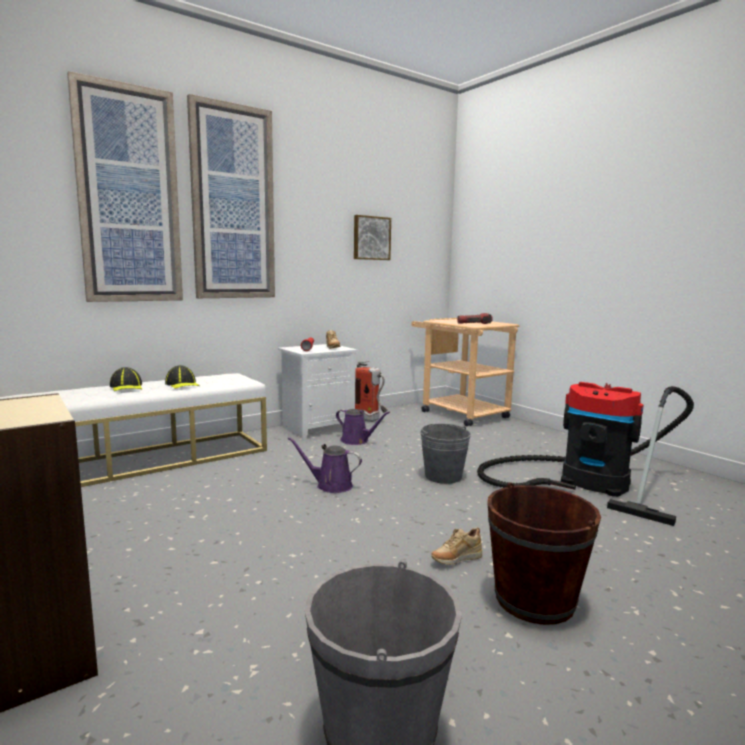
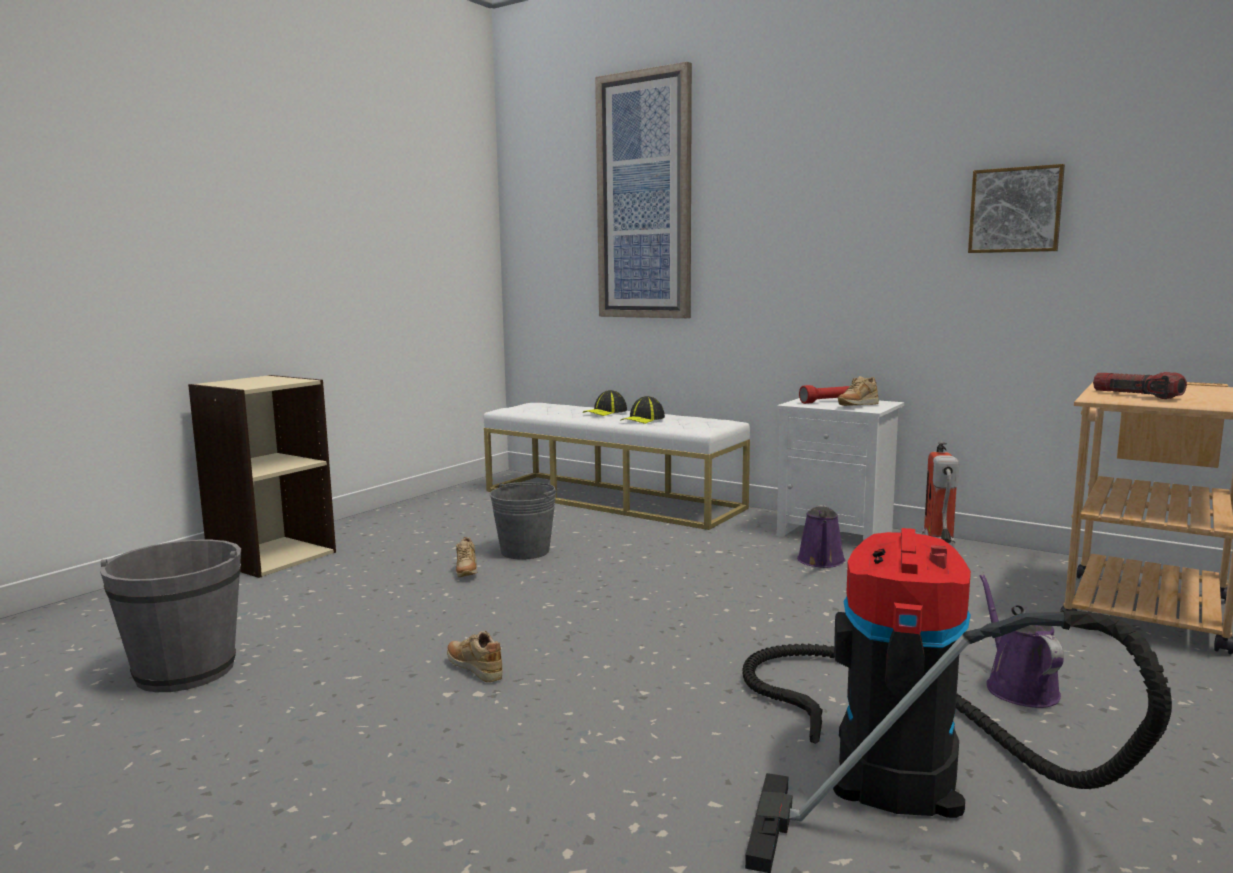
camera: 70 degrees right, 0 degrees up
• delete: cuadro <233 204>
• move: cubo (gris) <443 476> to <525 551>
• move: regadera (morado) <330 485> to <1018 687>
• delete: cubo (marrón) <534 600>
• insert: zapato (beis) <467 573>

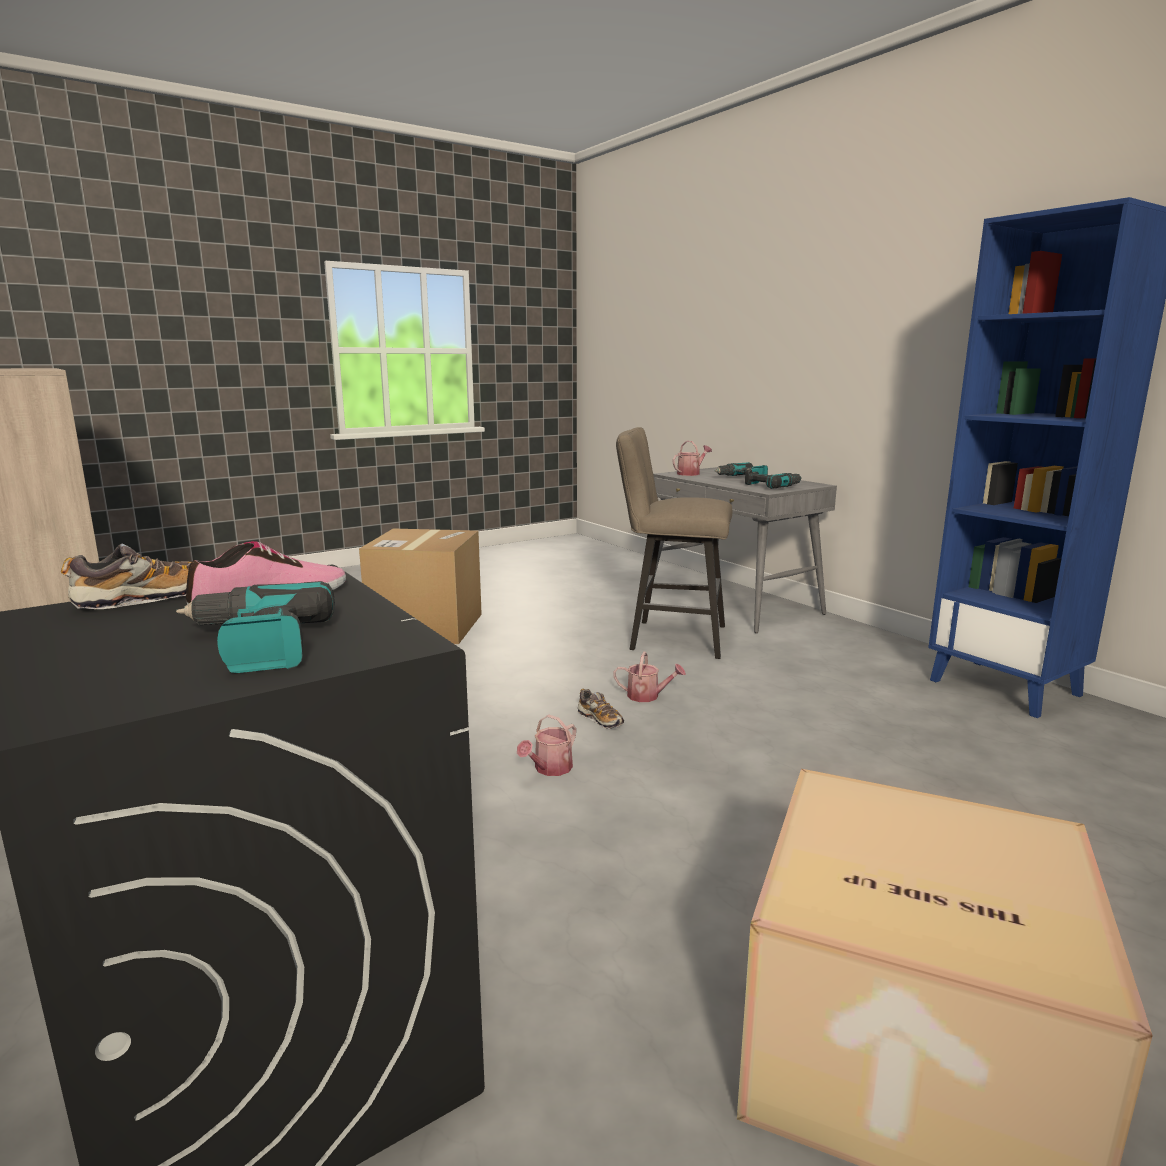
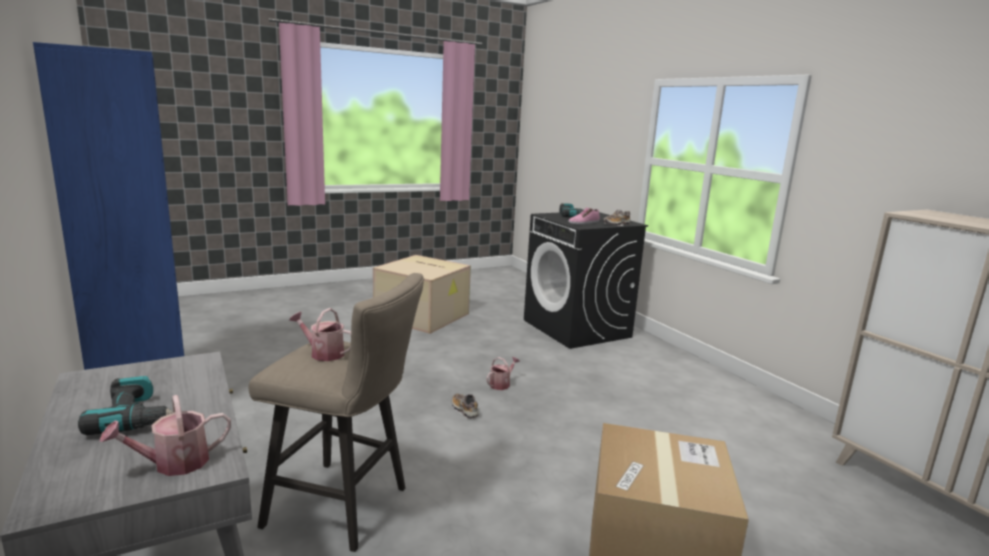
camera: 175 degrees left, 0 degrees up
• delete: taladro <771 486>
• move: regadera <648 696> to <323 353>

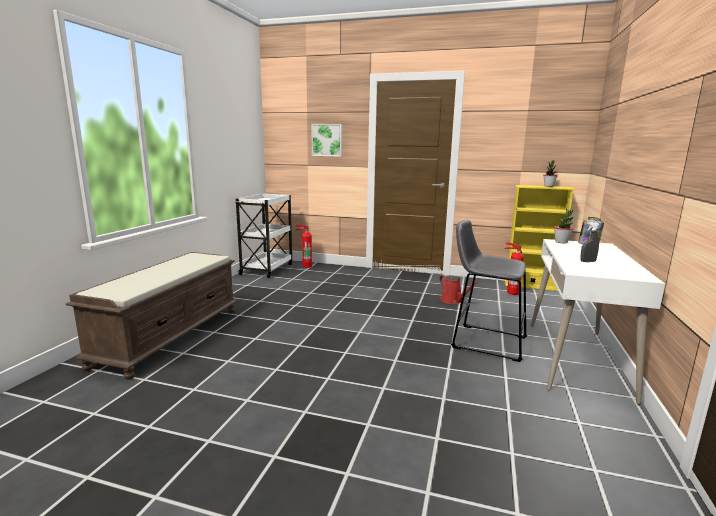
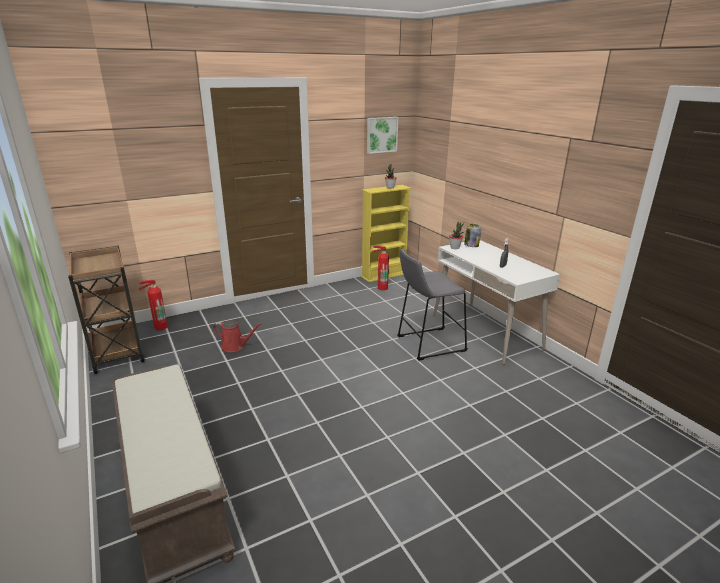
camera: 45 degrees left, 10 degrees up
• move: cuadro <327 140> to <381 134>
• recolor: carrito (blanco) <267 269> to carrito (marrón) <117 350>
• move: regadera (rojo) <453 301> to <235 346>

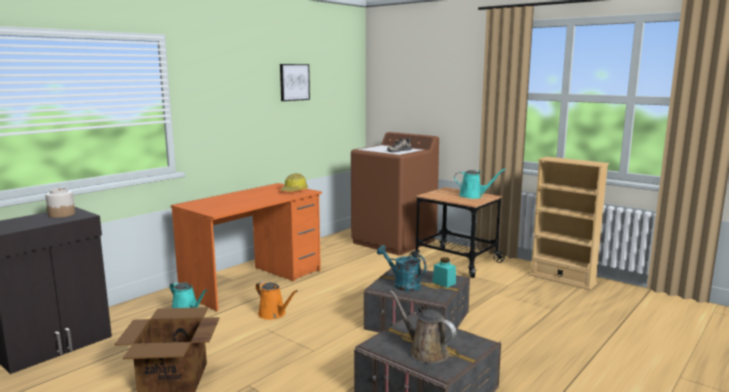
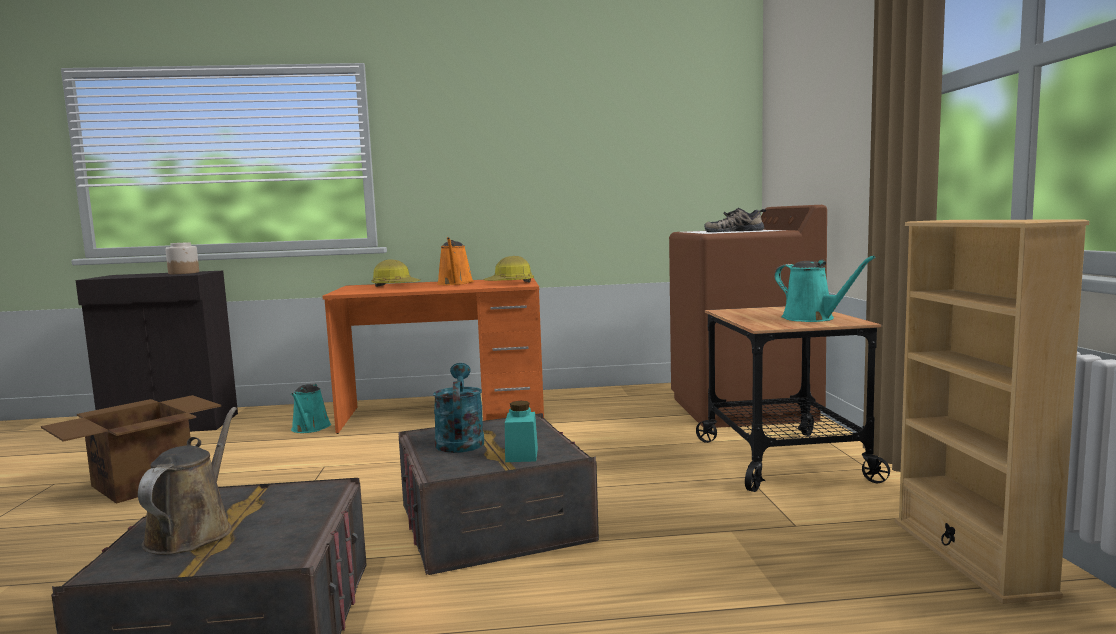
camera: 45 degrees right, 5 degrees down
• delete: cuadro <294 82>
• move: regadera (naranja) <274 314> to <455 283>
• insert: casco <395 286>

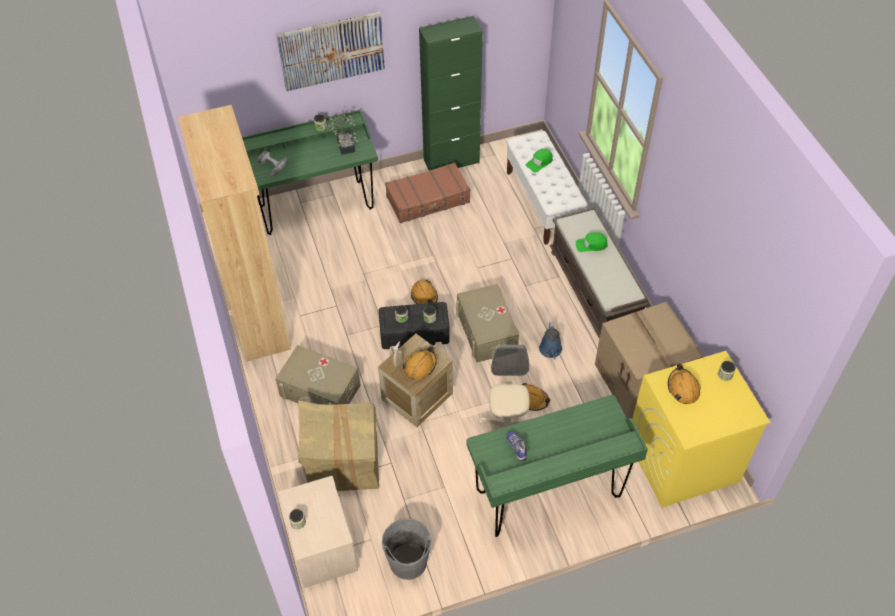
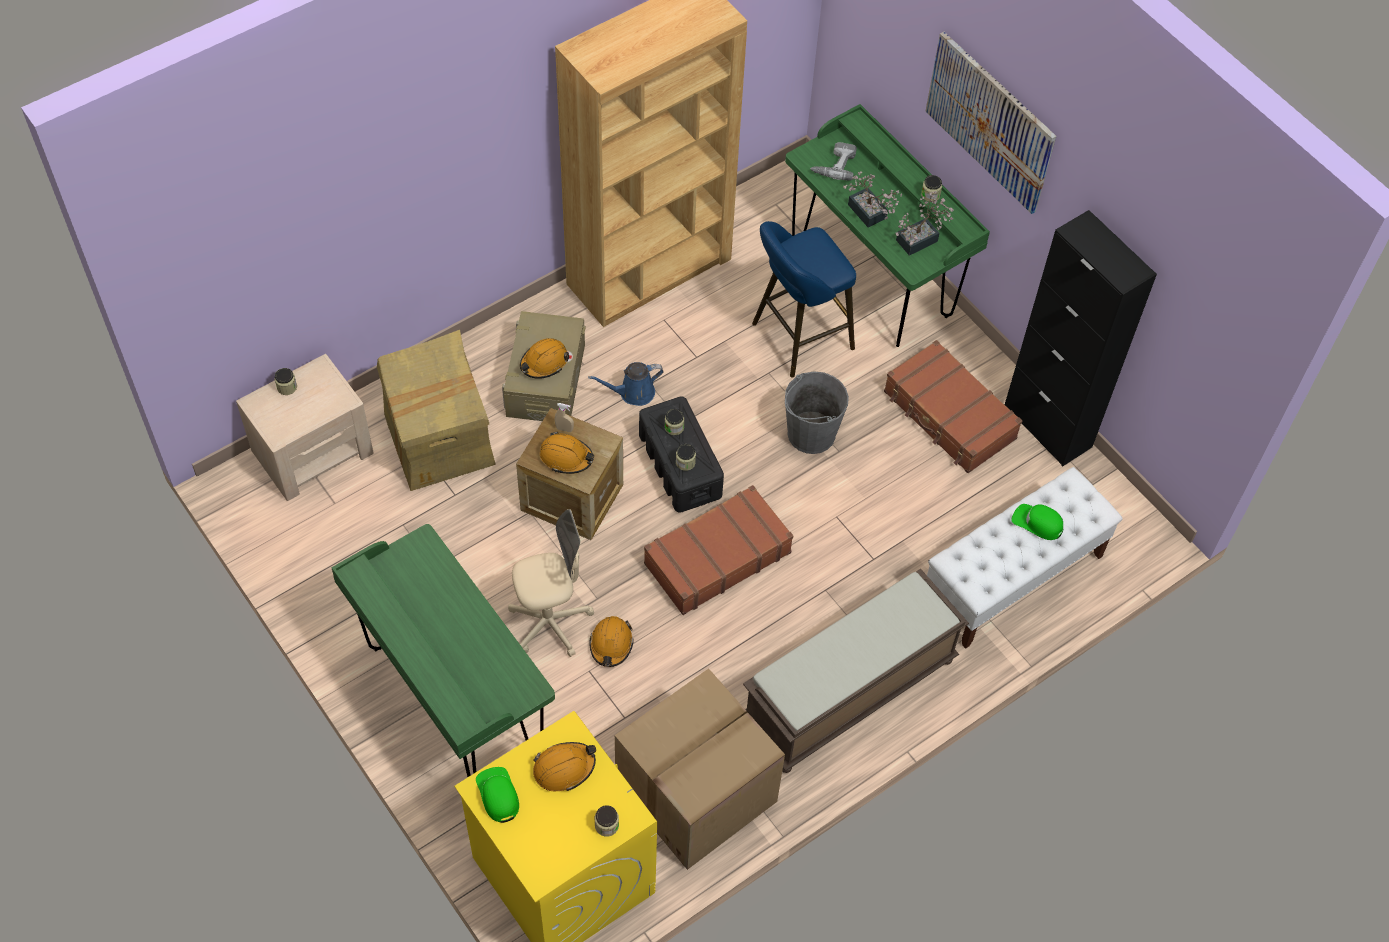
camera: 70 degrees right, 5 degrees up
• recolor: armario (verde) <451 161> to armario (negro) <1047 426>
• move: gorra (verde) <591 245> to <498 795>
• move: casco (naranja) <424 296> to <544 362>
• replace: caja de almacenaje (beis) <486 331> to maleta (marrón) <716 557>
• move: regadera (azul) <550 350> to <633 393>
• delete: zapato <517 447>
• move: cubo (gris) <408 562> to <811 433>
• insert: planta en maceta <869 215>
• insert: taburete (azul) <797 338>

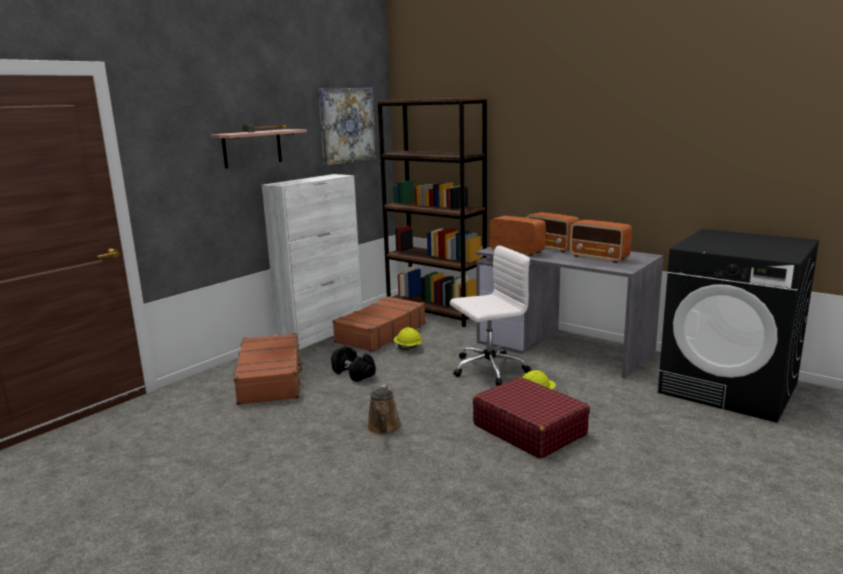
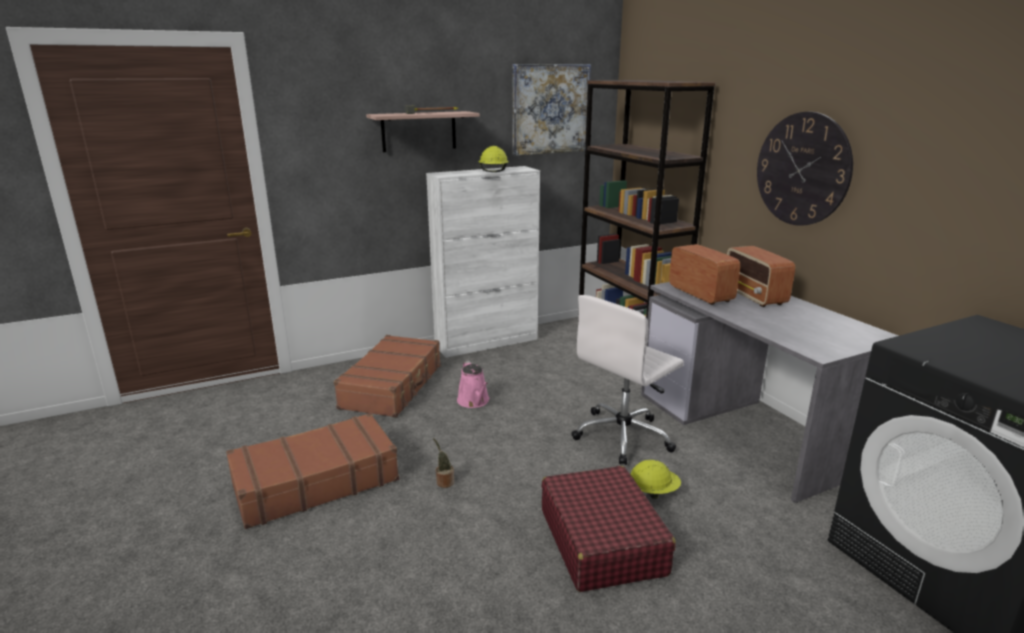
camera: 25 degrees right, 5 degrees up
• delete: radio <599 257>
• rotate: silla de oficina (blanco) <488 369> = <623 436> 135 degrees clockwise
• move: maleta (marrón) <380 333> to <315 481>
• move: casco (amarillo) <407 348> to <493 171>
• replace: mancuerna (negro) <354 374> to regadera (rosa) <474 401>
• replace: regadera (marrón) <383 428> to planta en maceta <444 482>
• insert: reloj de pared <802 169>

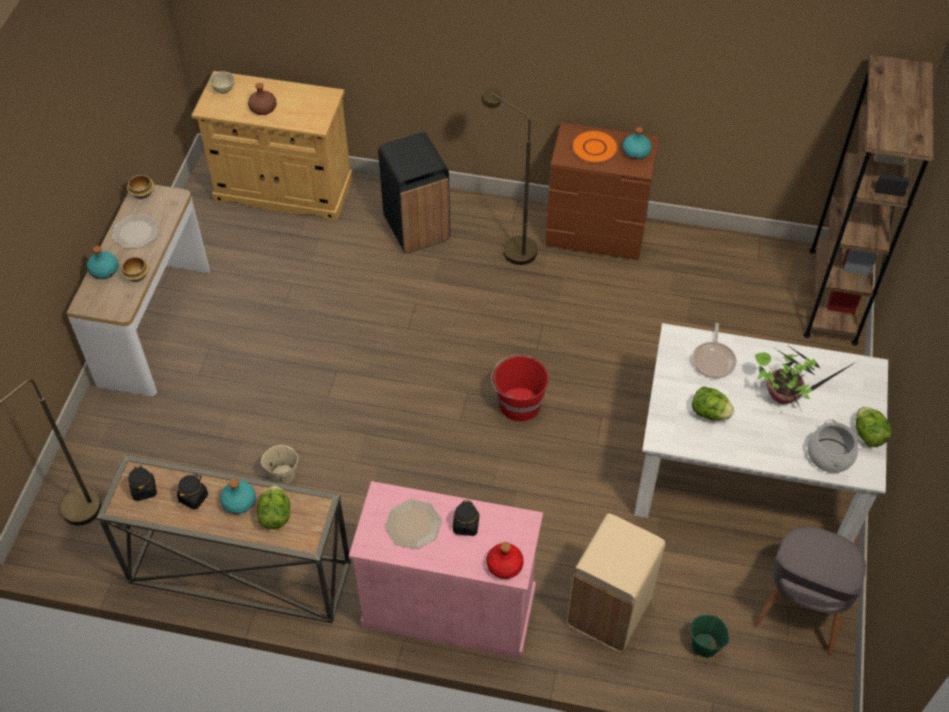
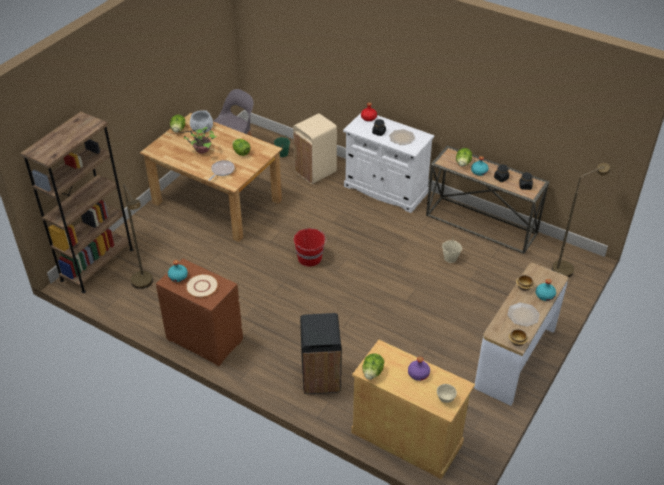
camera: 160 degrees left, 10 degrees down
• recolor: botella (marrón) <263 108> to botella (morado) <418 373>
• move: lámpara de pie (marrón) <511 248> to <144 284>
• recolor: plato (naranja) <594 147> to plato (beis) <202 286>
• recolor: mesa de comedor (blanco) <747 473> to mesa de comedor (marrón) <216 201>
• recolor: armario (rosa) <449 607> to armario (blanco) <385 189>
• insert: lechuga <372 372>

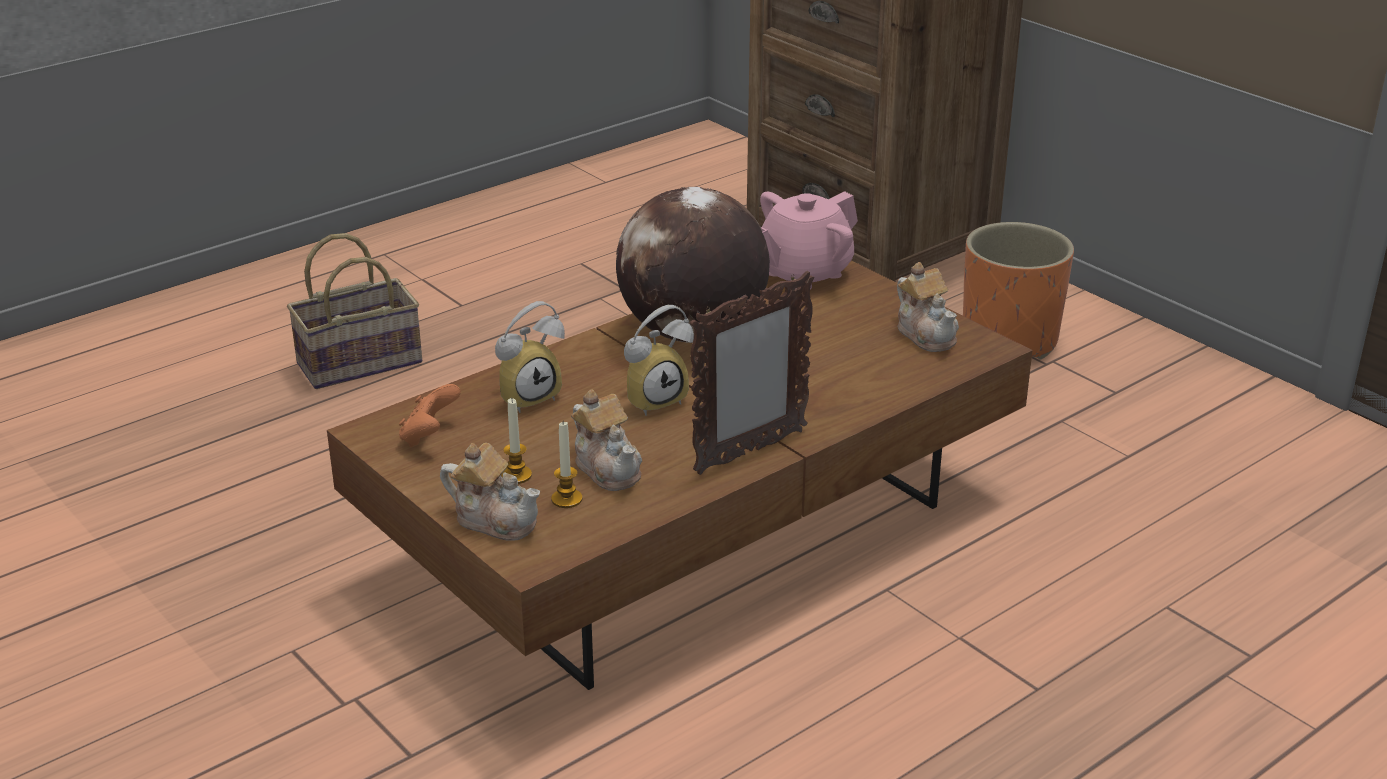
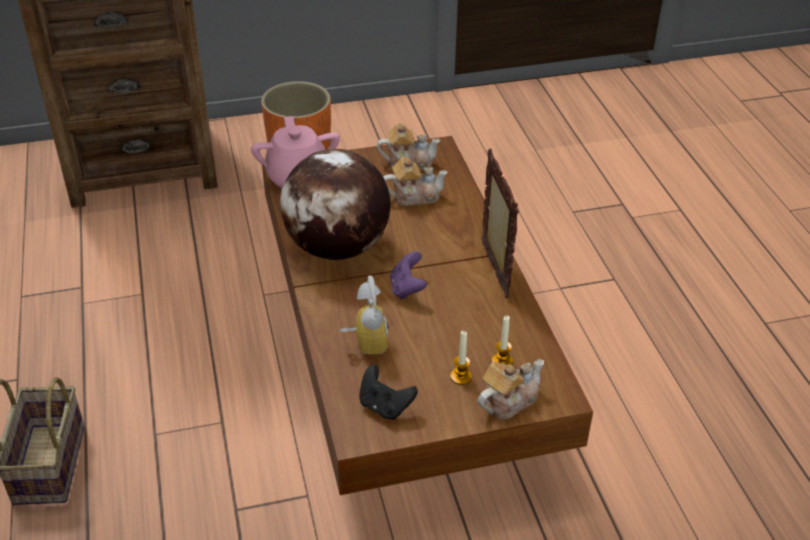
camera: 65 degrees left, 10 degrees up
• replace: despertador <654 399> to mando de consola (morado) <407 289>
• recolor: mando de consola (naranja) <429 436> to mando de consola (negro) <385 406>
• move: tetera <608 468> to <414 196>

